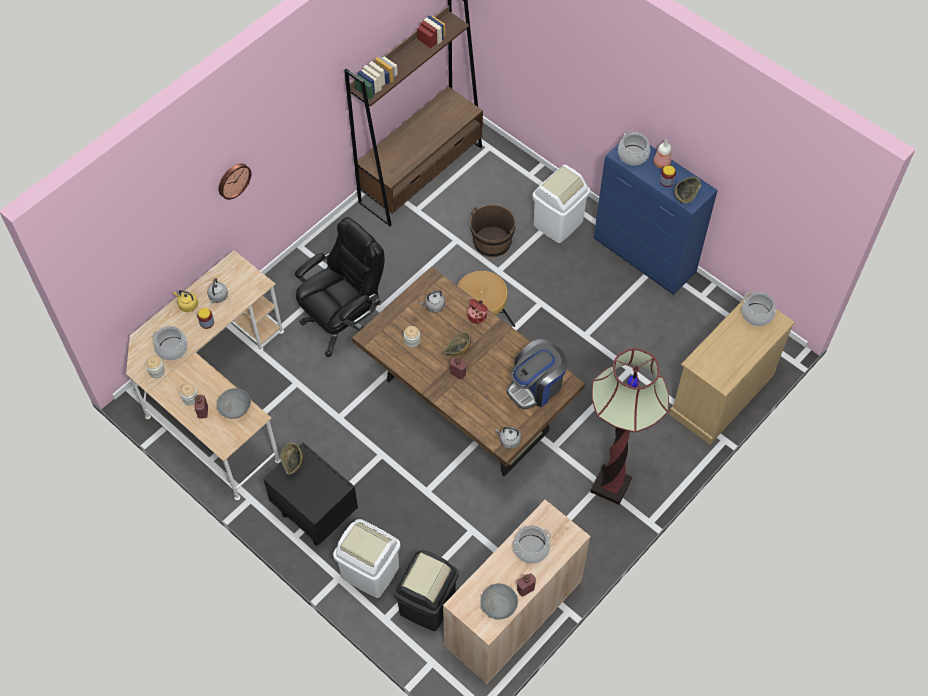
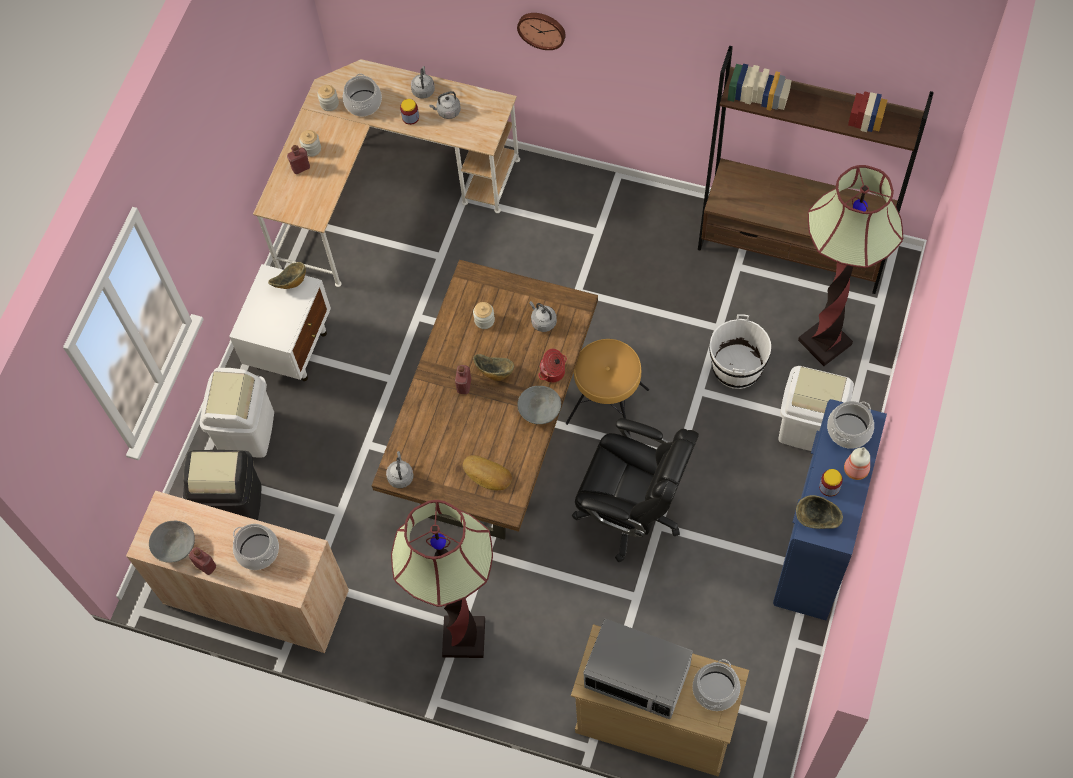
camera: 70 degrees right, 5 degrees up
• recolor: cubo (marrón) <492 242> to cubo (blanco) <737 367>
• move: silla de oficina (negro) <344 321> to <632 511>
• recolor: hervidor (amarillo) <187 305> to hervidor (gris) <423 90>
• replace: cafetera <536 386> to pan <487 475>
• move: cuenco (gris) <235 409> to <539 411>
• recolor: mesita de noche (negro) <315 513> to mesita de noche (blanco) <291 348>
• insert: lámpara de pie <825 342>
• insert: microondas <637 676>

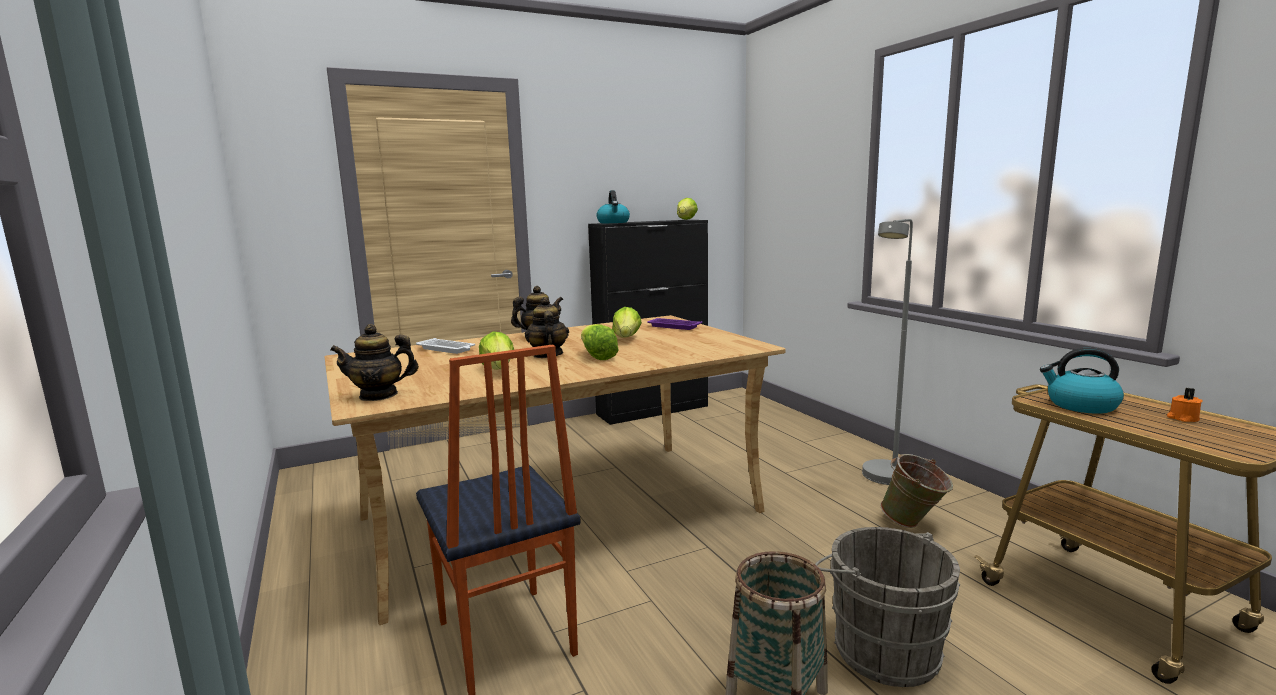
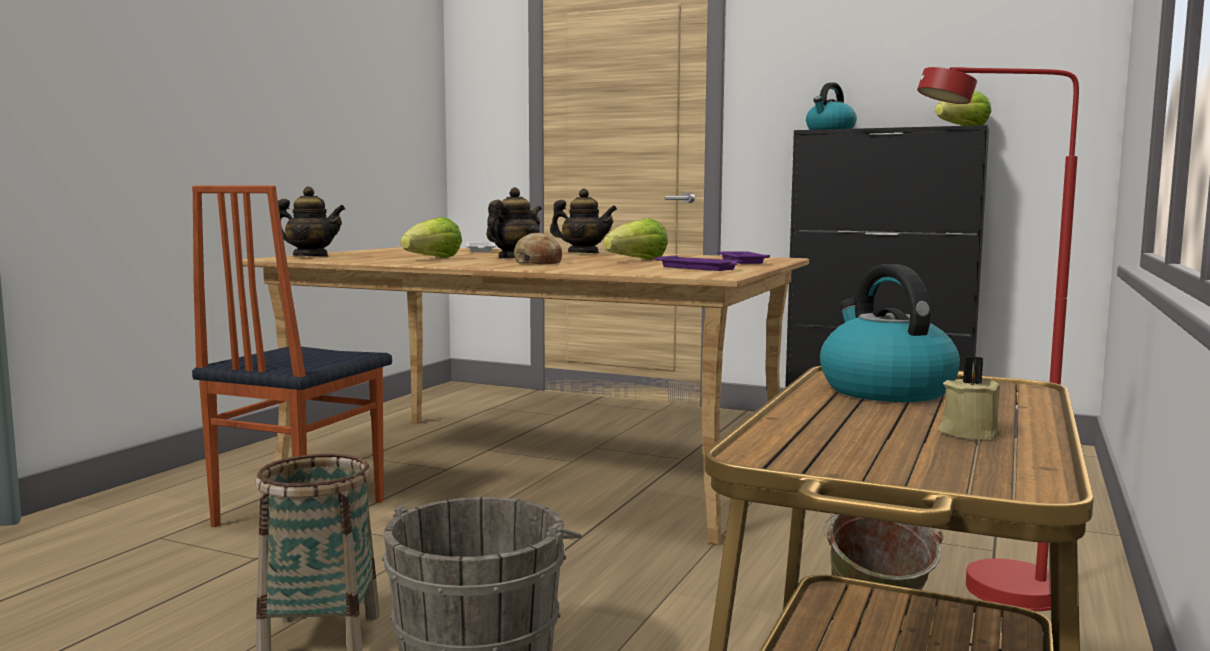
camera: 50 degrees right, 5 degrees down
• recolor: lámpara de pie (gris) <884 480> to lámpara de pie (rojo) <989 593>
• rotate: tetera <379 395> = <310 257> 150 degrees clockwise
• replace: lechuga <597 356> to pan <538 262>
• recolor: vela (naranja) <1182 418> to vela (beis) <968 432>
• insert: bandeja (morado) <699 268>

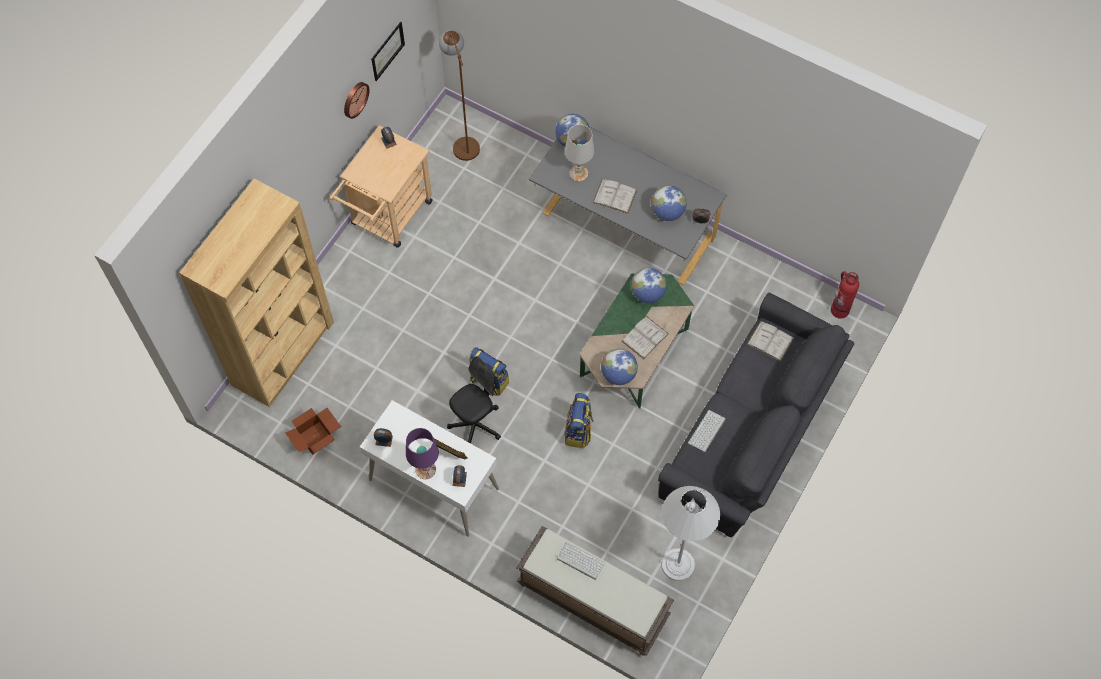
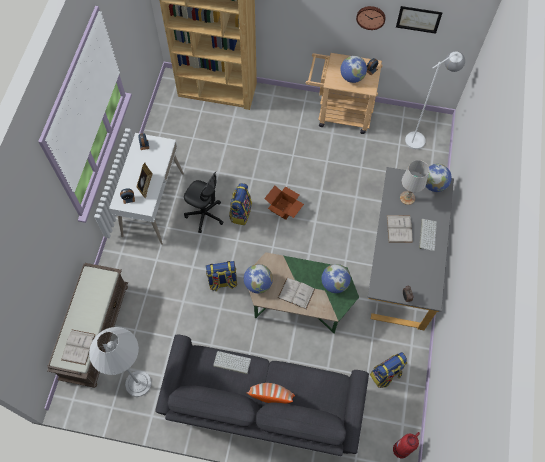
camera: 70 degrees right, 0 degrees up
• recolor: lámpara de pie (marrón) <463 141> to lámpara de pie (blanco) <420 137>
• move: globo terráqueo <667 212> to <352 77>
• move: libro (blanco) <770 341> to <78 347>
• move: caja de cartón <317 438> to <283 209>
• delete: lámpara de mesa (morado) <425 469>
• move: teclado <579 561> to <427 234>
• insert: mochila <385 374>
• insert: cojín <271 397>

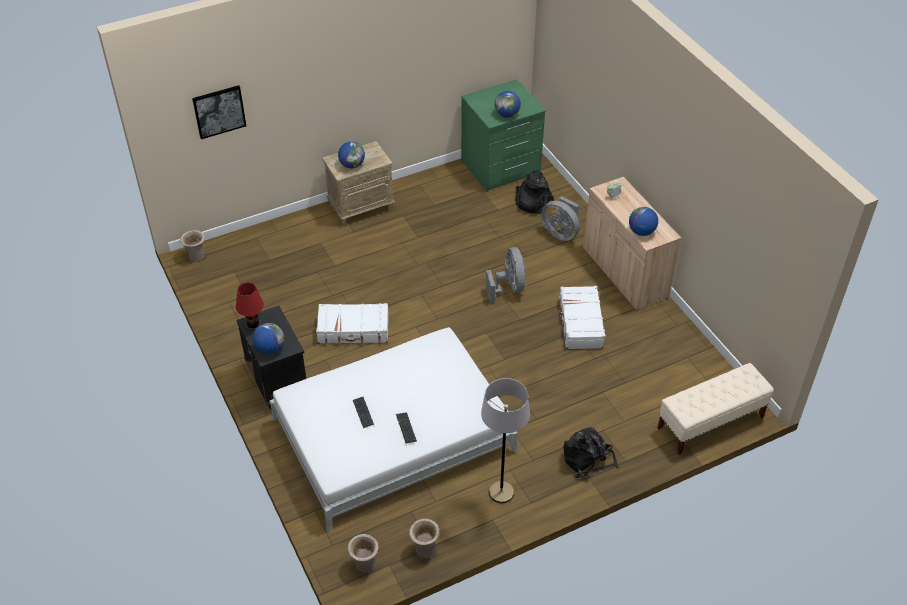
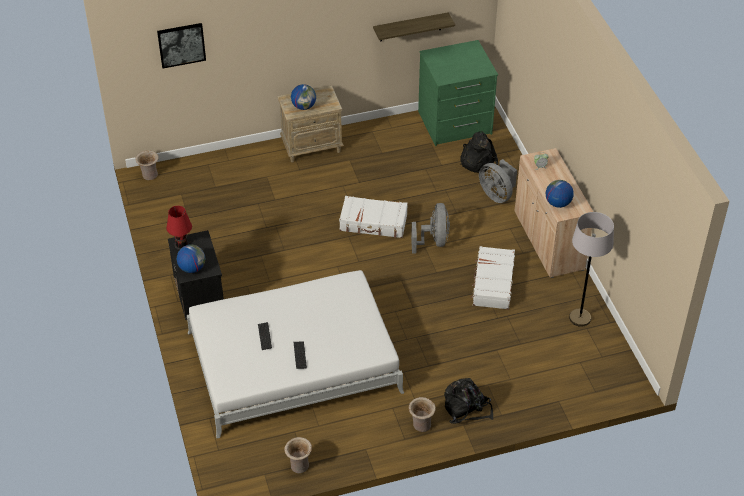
camera: 10 degrees right, 0 degrees up
• delete: globo terráqueo <507 114>
• move: maleta (blanco) <353 330> to <373 223>
• delete: banco (beis) <710 423>
• move: lámpara de pie (gris) <501 492> to <580 318>
• move: florero (beis) <364 565> to <421 425>
• insert: estante <410 27>

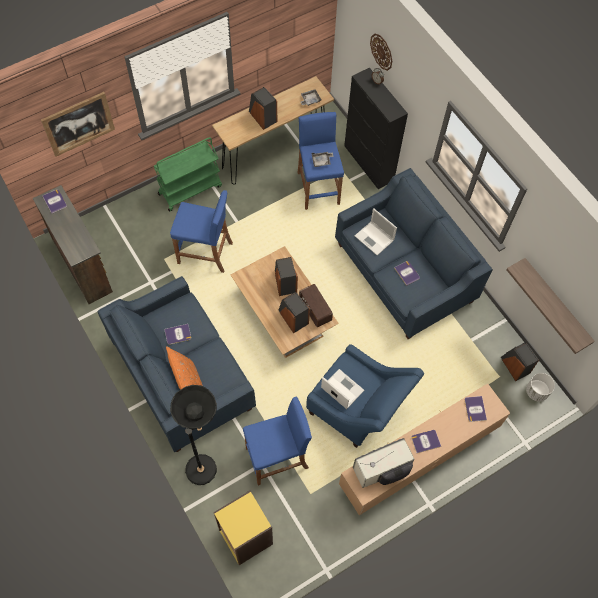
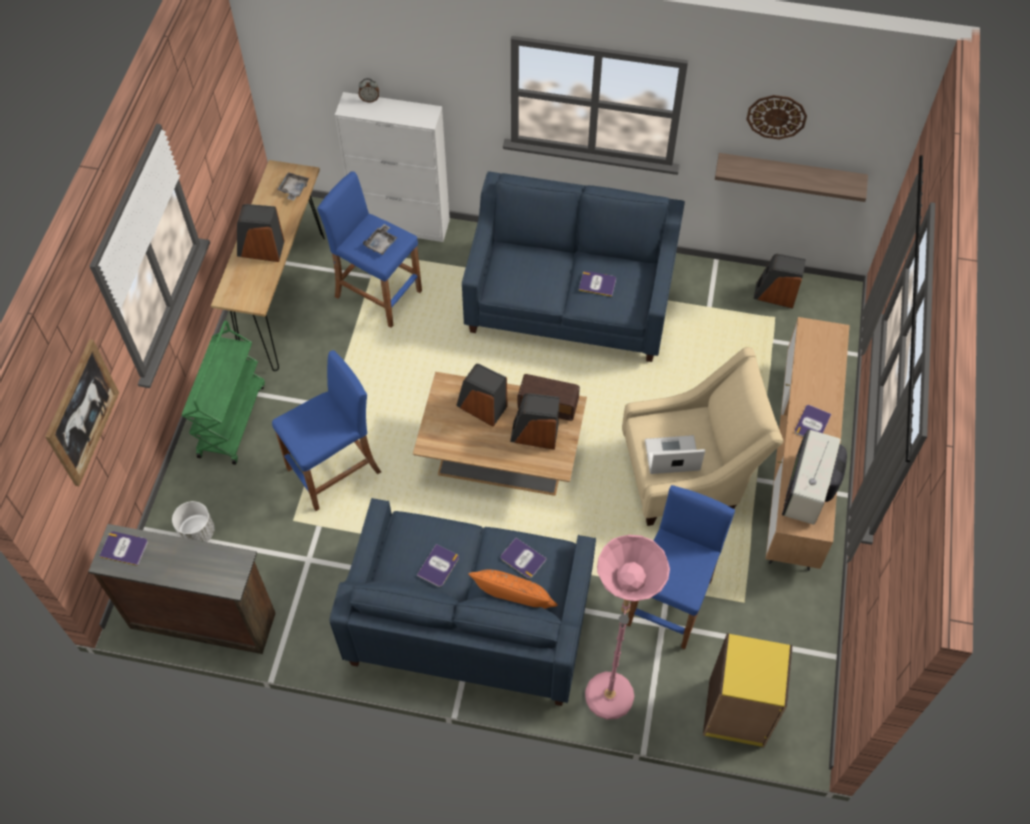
camera: 45 degrees left, 5 degrees down
• move: reloj de pared <381 51> to <776 116>
• recolor: armario (negro) <369 163> to armario (blanco) <402 224>
• delete: portátil <374 238>
• recolor: sillón (azul) <358 410> to sillón (beis) <688 475>
• move: maceta (blanco) <537 391> to <198 532>
• recolor: lámpara de pie (negro) <207 466> to lámpara de pie (rosa) <611 685>
• move: libro <475 409> to <522 559>

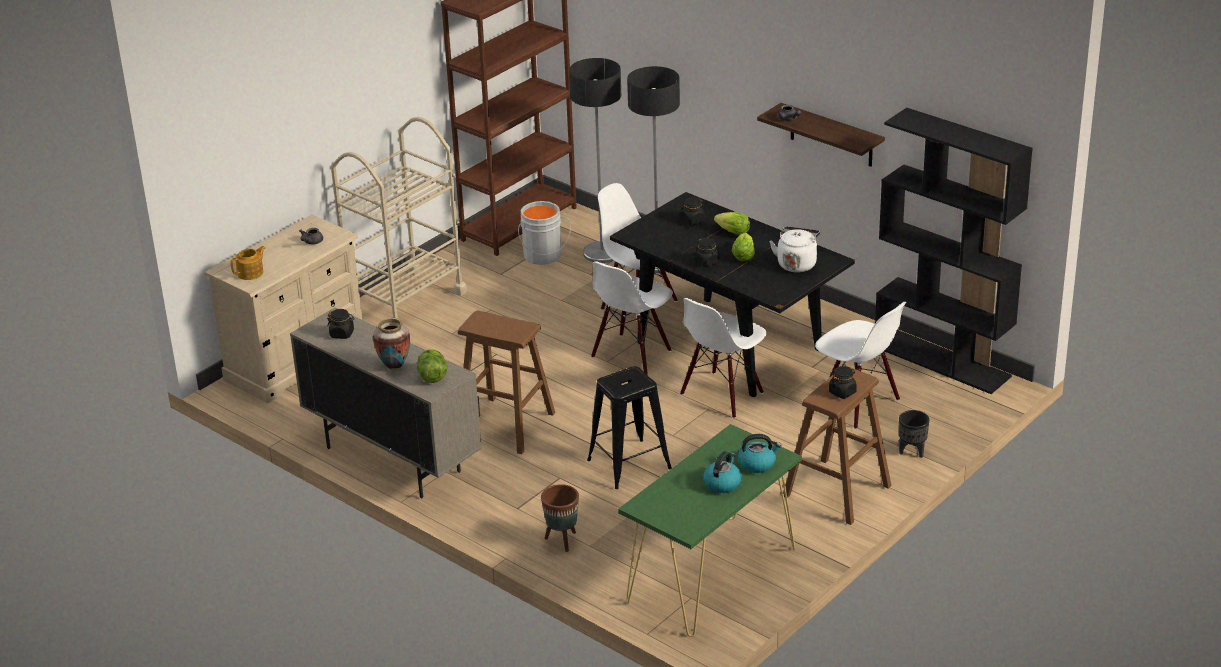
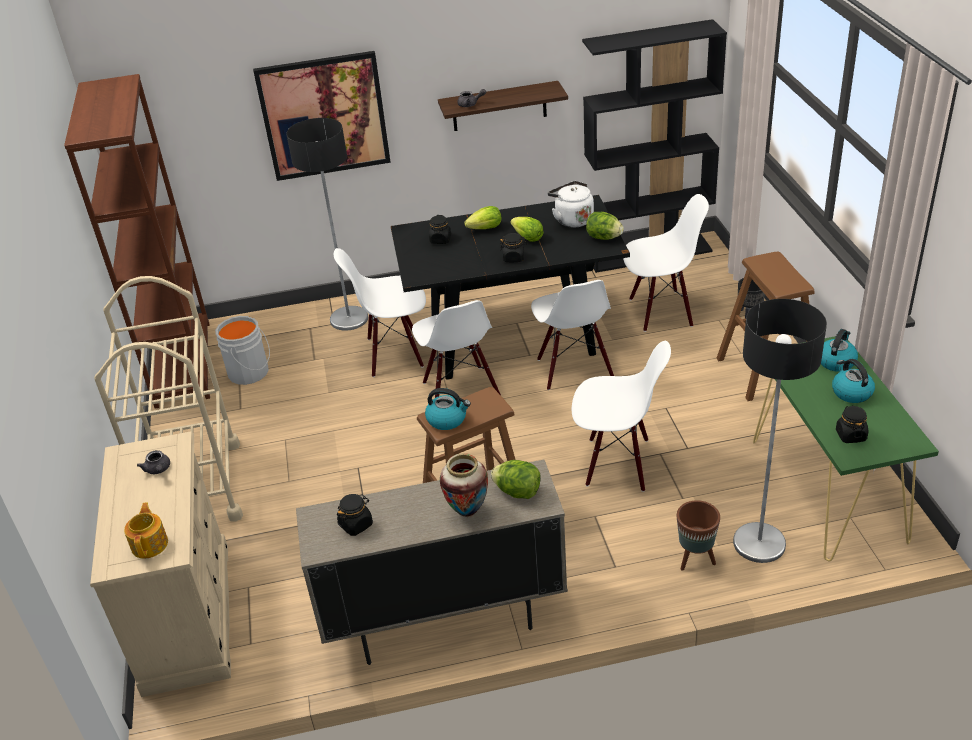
camera: 50 degrees left, 5 degrees up
• move: lámpara de pie <602 253> to <759 543>
• replace: taburete (negro) <629 464> to silla (blanco) <617 463>
• move: tarro (negro) <842 392> to <850 435>
• insert: cuadro <324 116>
• insert: lechuga <603 237>
• insert: hervidor <447 419>

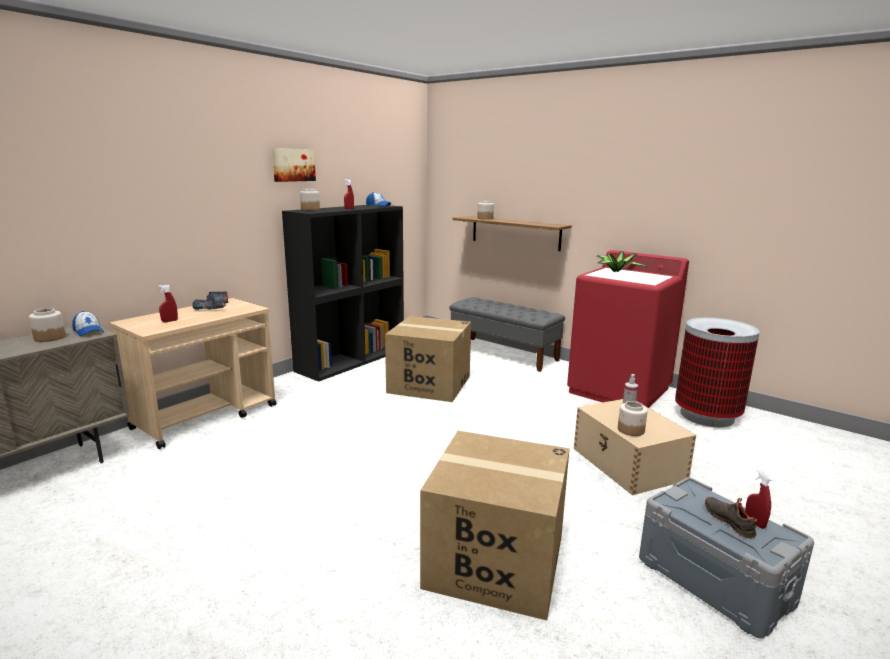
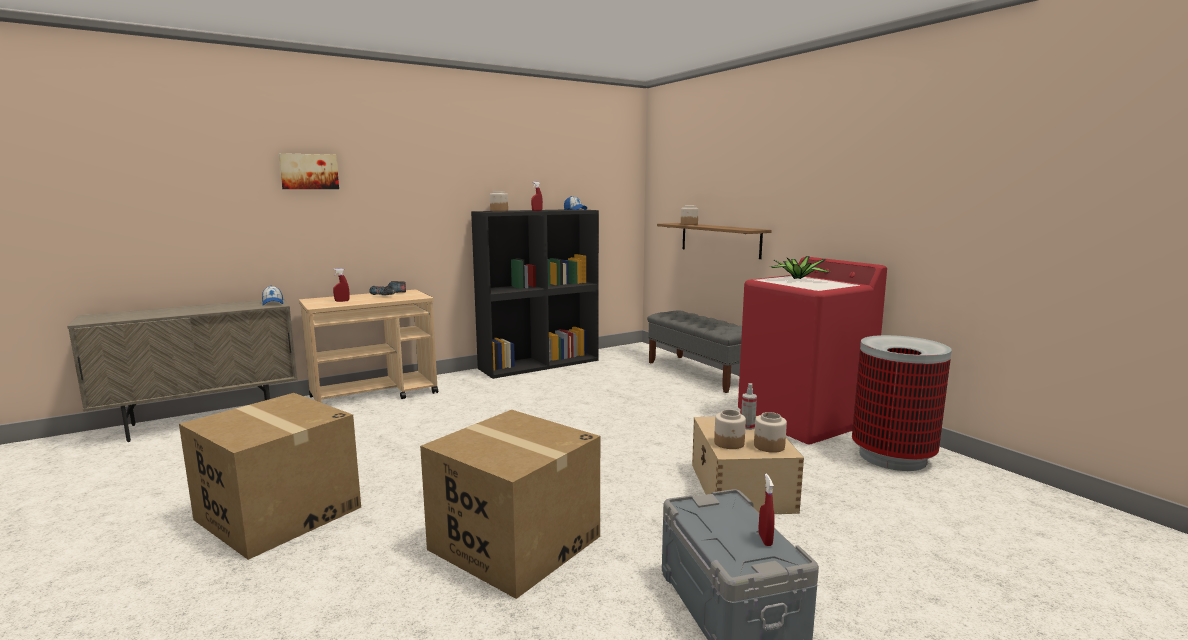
camera: 20 degrees right, 5 degrees down
• move: cuadro <293 165> to <309 171>
• move: tarro <49 337> to <769 446>
• move: caja de cartón <429 384> to <278 513>
• delete: zapato (negro) <729 521>

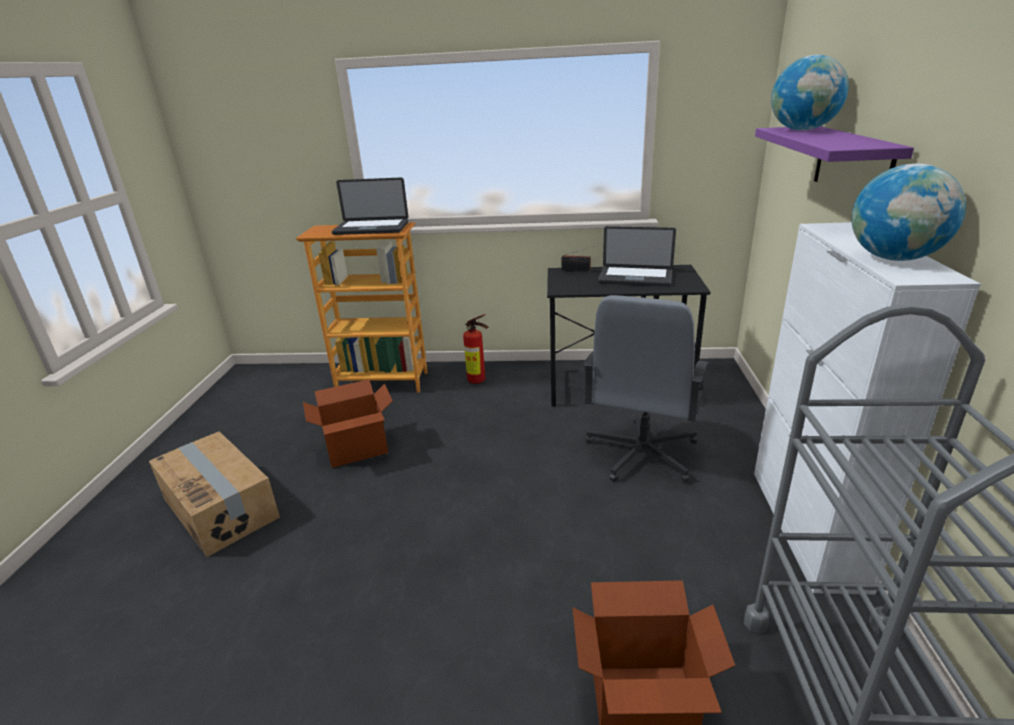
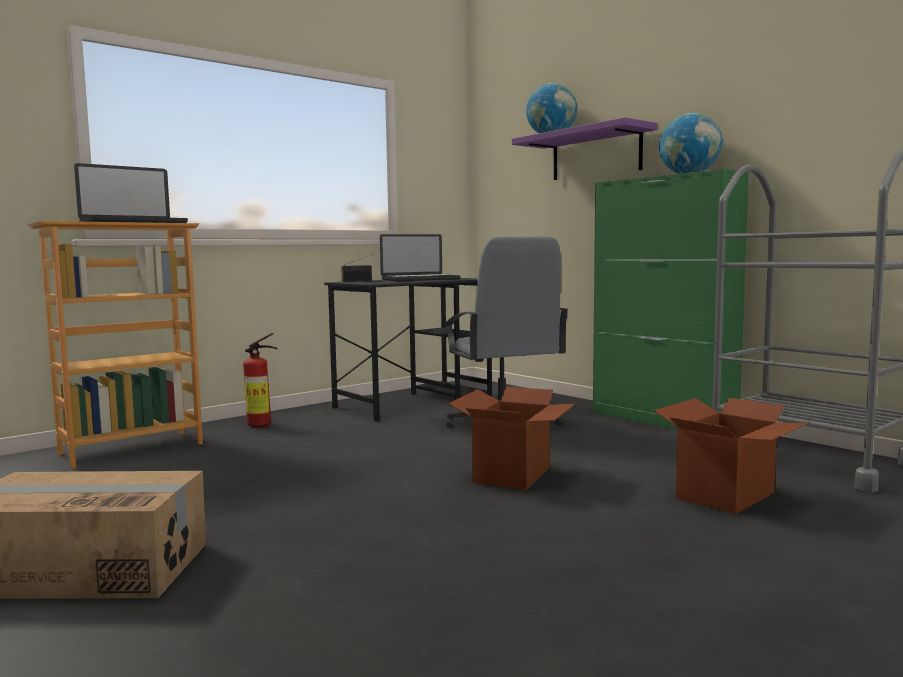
camera: 45 degrees left, 20 degrees down
• recolor: armario (blanco) <806 527> to armario (verde) <662 420>
• move: caja de cartón <357 450> to <513 475>

